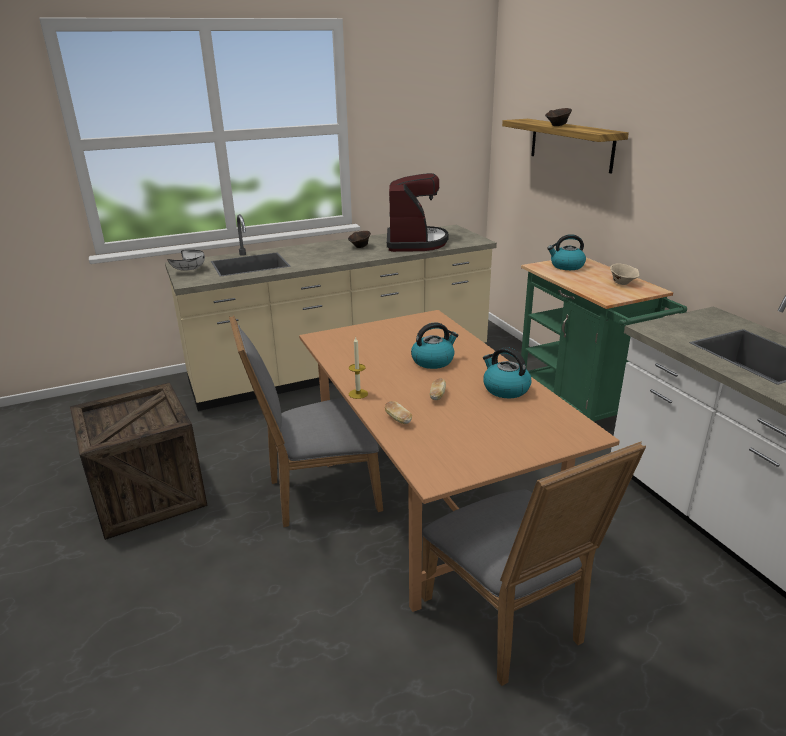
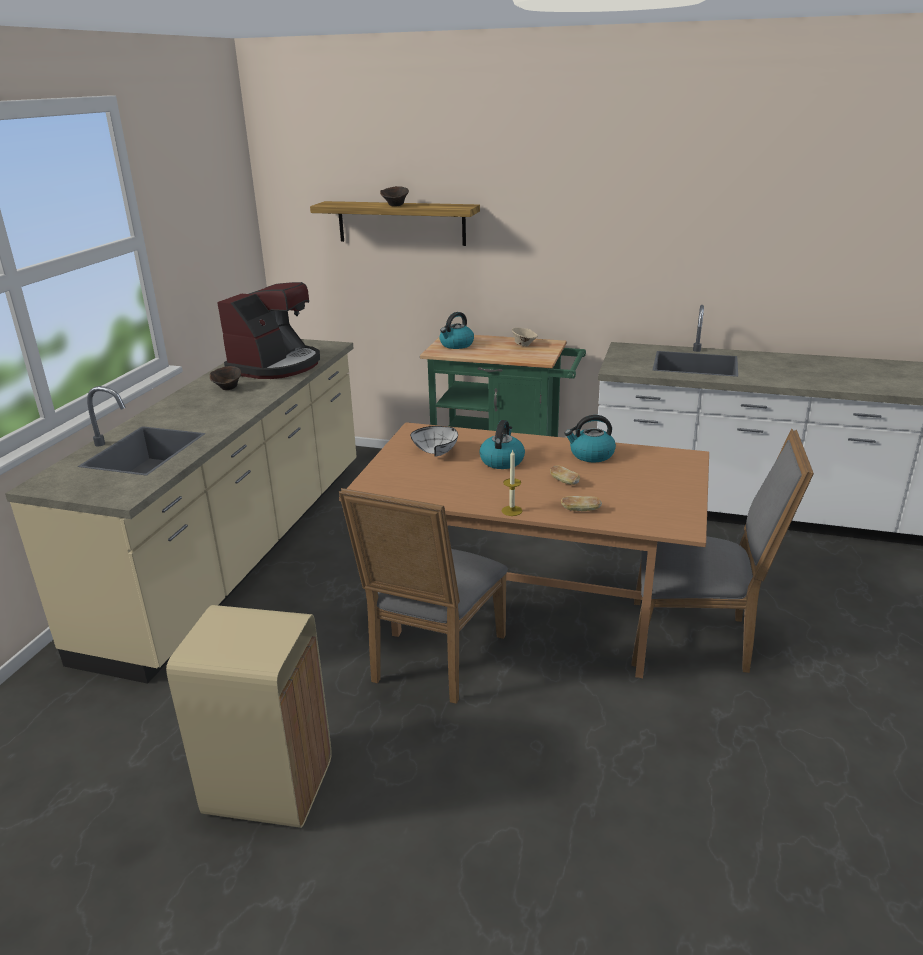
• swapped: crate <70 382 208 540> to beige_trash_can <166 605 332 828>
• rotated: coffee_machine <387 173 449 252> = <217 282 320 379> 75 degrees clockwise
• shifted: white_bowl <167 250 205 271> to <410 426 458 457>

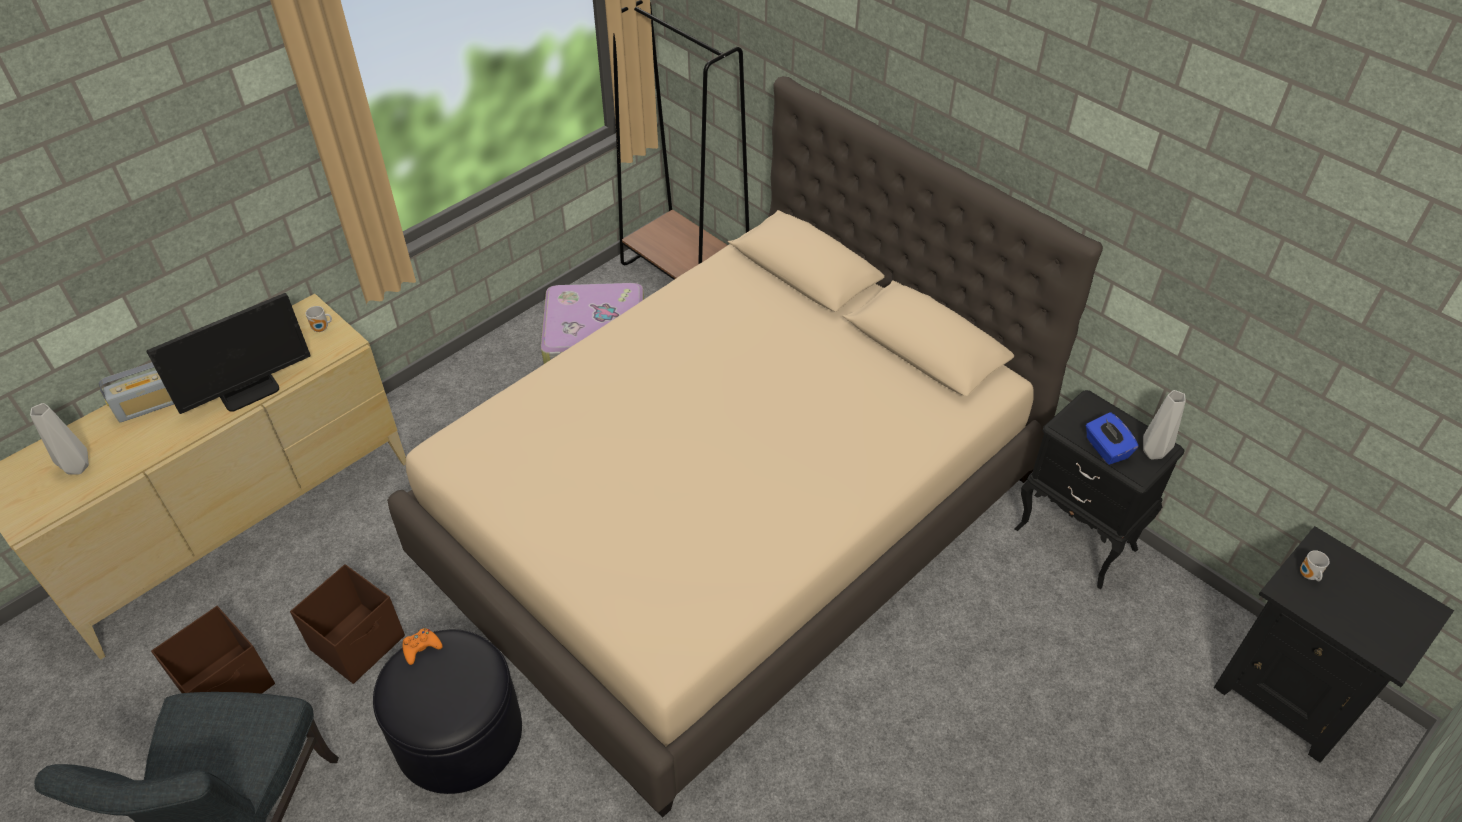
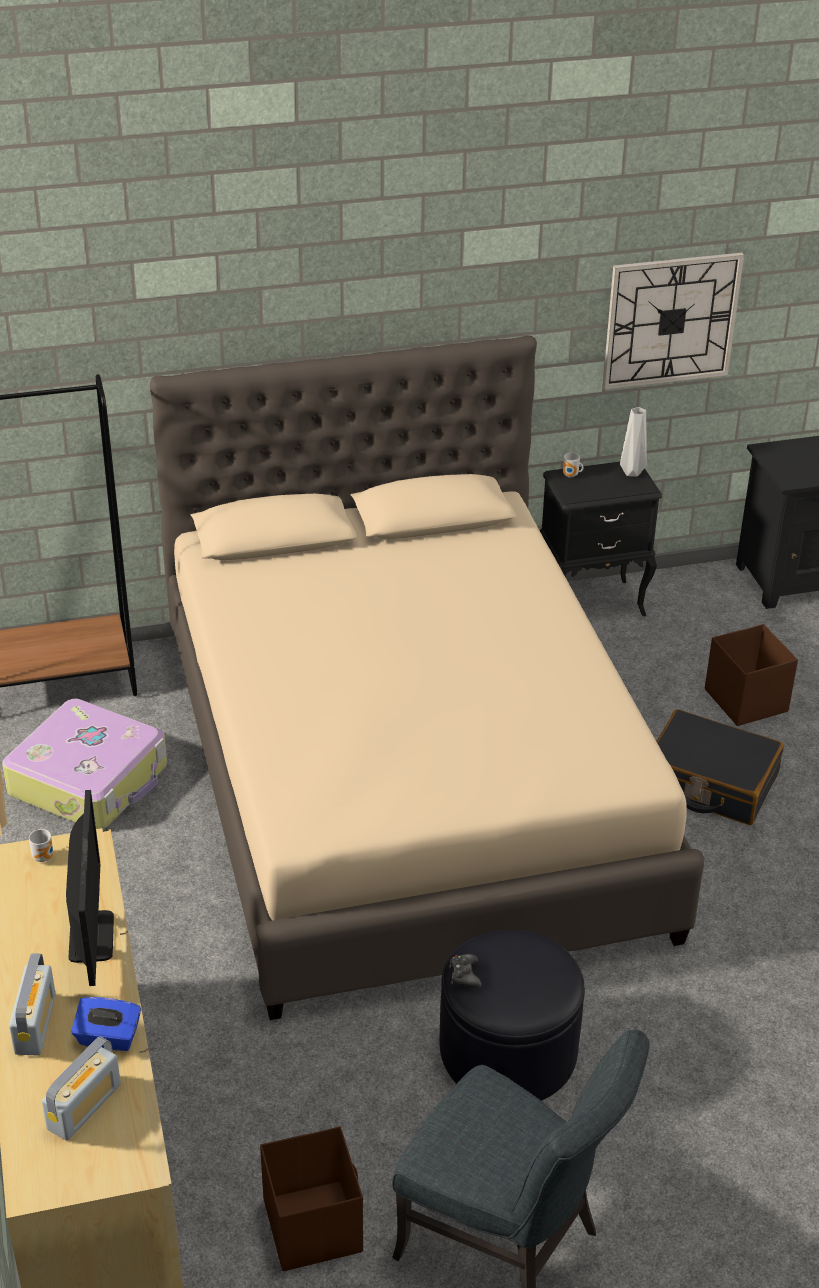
• swapped: grey_vase <30 403 89 475> to radio <42 1036 121 1141>
• shifted: blue_tissue_box <1086 412 1139 465> to <71 997 141 1051>
• repainted: orange_game_controller <402 628 443 665> to black_game_controller <449 954 481 988>
• shifted: mug <1300 550 1330 581> to <563 453 583 478>
• new: wall_clock <603 252 744 390>
• new: black_suitcase <656 709 784 825>
• shifted: brown_storage_box <290 564 405 684> to <705 624 798 726>

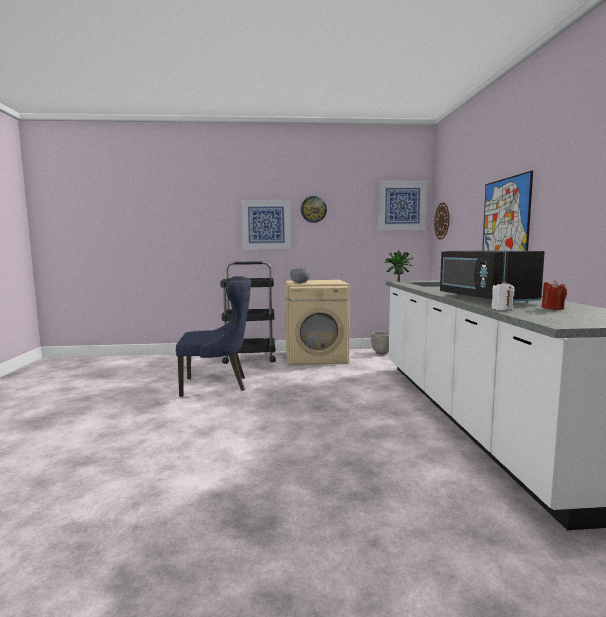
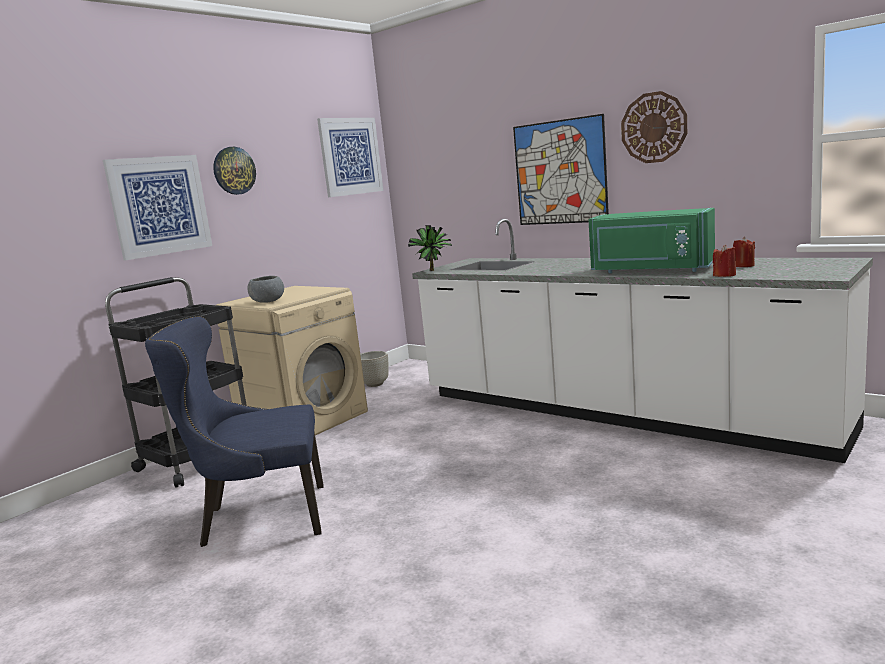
• rotated: blue_chair <176 276 251 397> = <145 316 324 547> 135 degrees counterclockwise
• repainted: black_microwave <440 251 545 303> to green_microwave <588 208 715 273>
• shifted: wall_clock <434 202 450 240> to <621 91 687 163>
• repainted: white_candle <491 281 515 310> to red_candle <713 245 736 277>

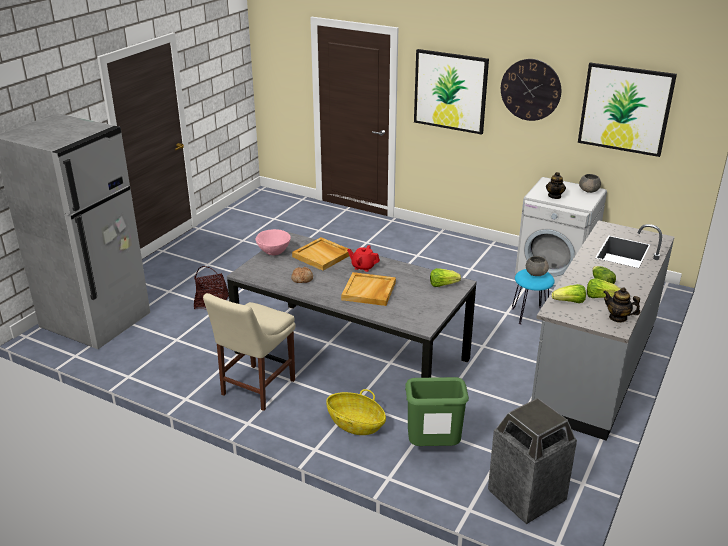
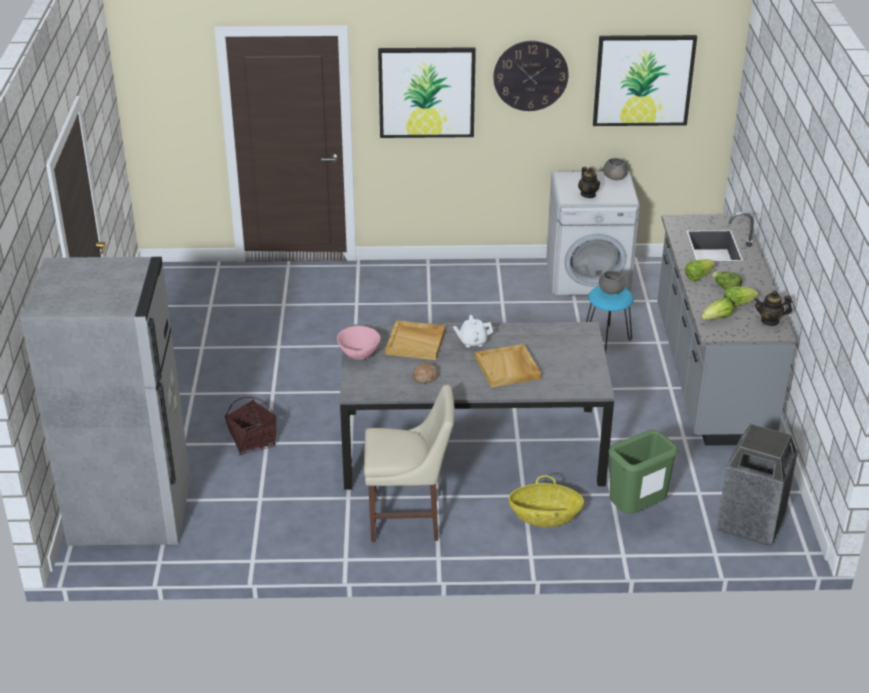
• rotated: beige_chair <203 293 296 411> = <364 385 455 542> 90 degrees counterclockwise
• repainted: red_teapot <347 245 380 272> to white_teapot <453 315 493 347>
• shifted: lettuce <430 268 461 287> to <685 259 716 281>

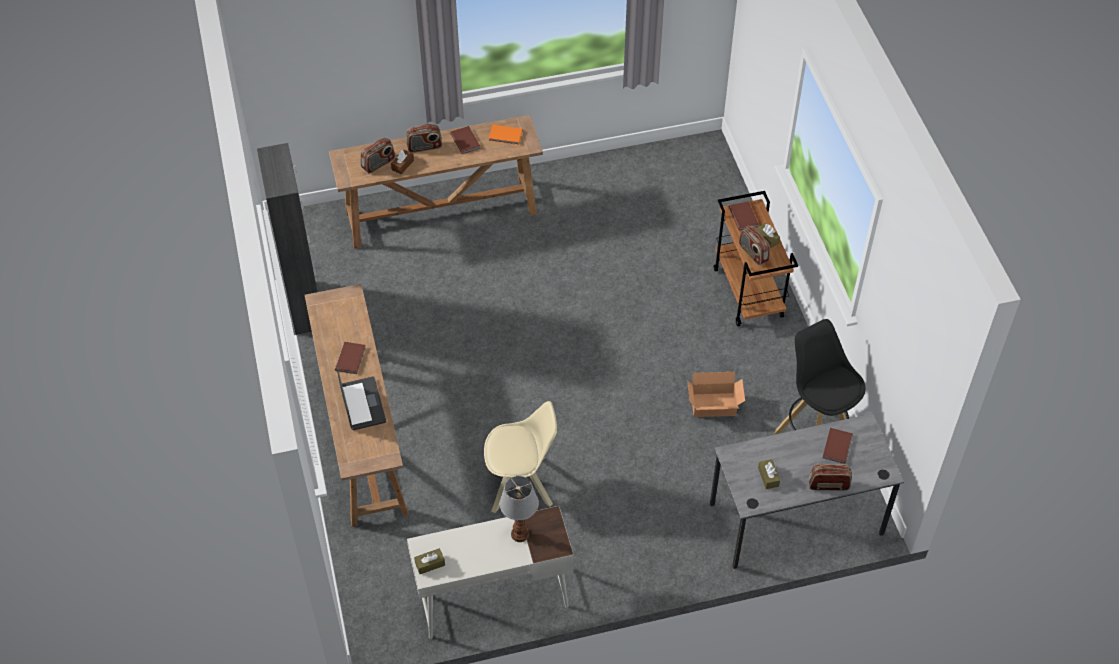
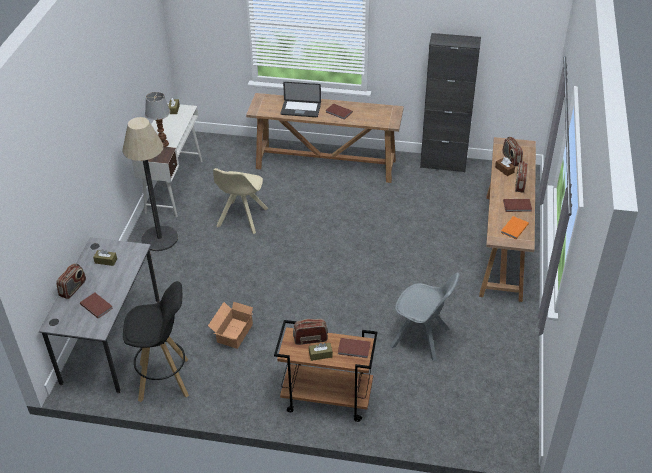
• new: floor_lamp <122 117 178 251>
• new: grey_chair <390 272 460 361>

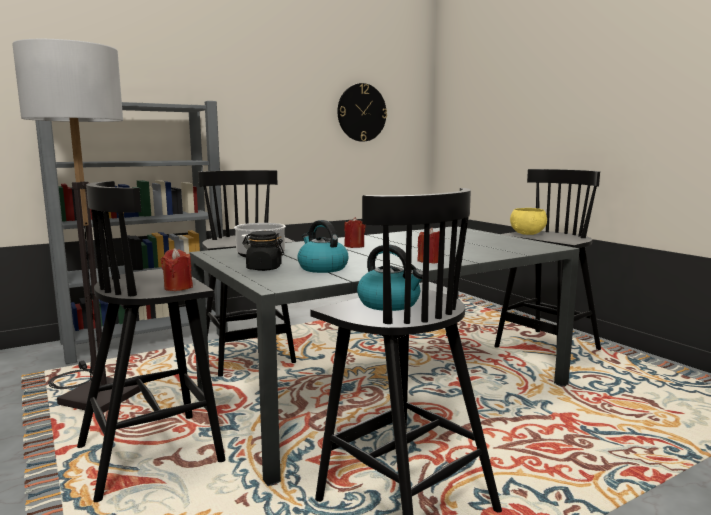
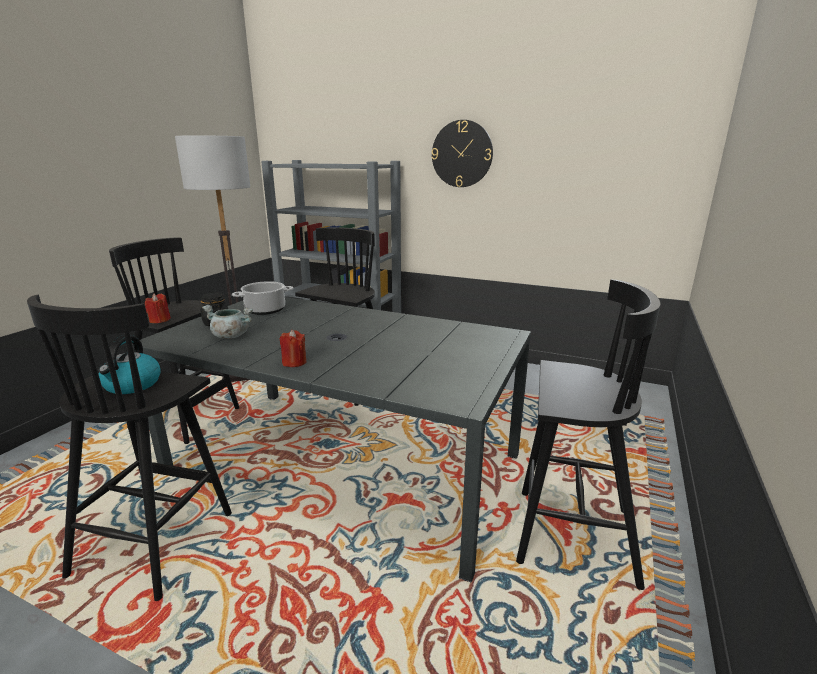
• swapped: kettle <297 220 349 273> to grey_cooking_pot <202 305 253 339>
• shifted: wall_clock <337 83 387 142> to <432 120 493 187>
• gone: red_candle <344 217 365 248>
• gone: yellow_bowl <510 208 547 235>

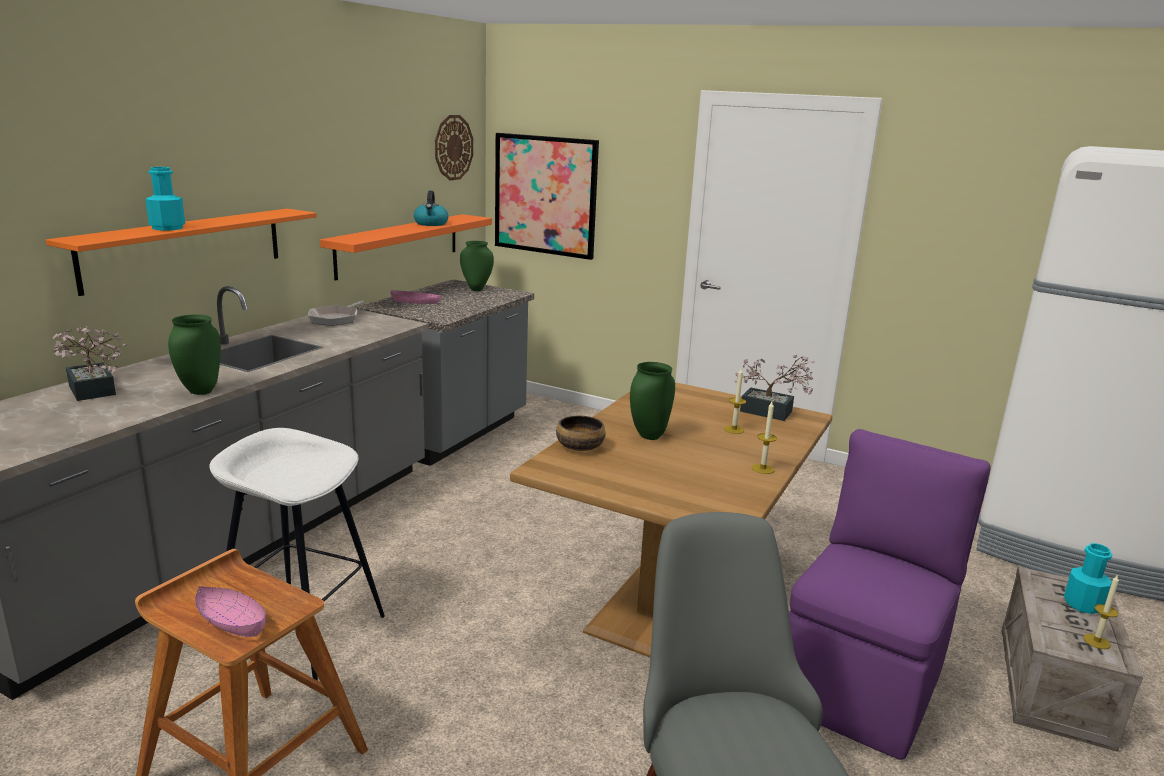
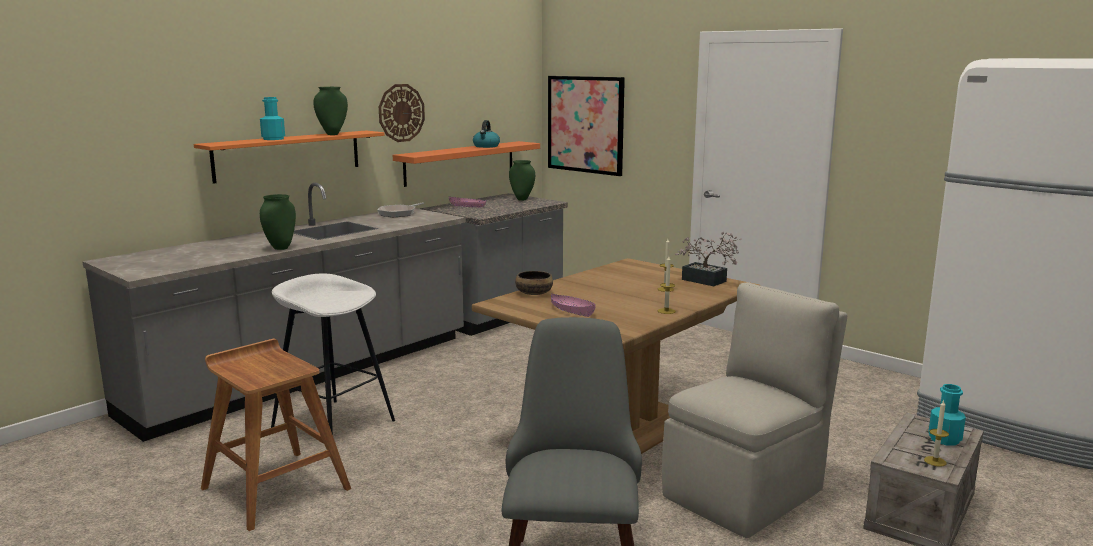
• shifted: green_vase <630 362 675 440> to <313 87 348 135>
• shifted: wall_clock <435 115 473 181> to <379 84 425 142>
• shifted: pink_bowl <195 586 266 637> to <551 294 596 317>
• repainted: purple_chair <789 429 991 760> to beige_chair <662 282 847 538>
• gone: potted_plant <53 326 126 401>

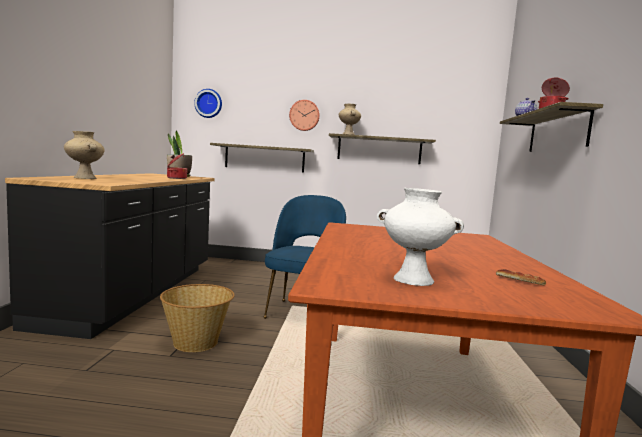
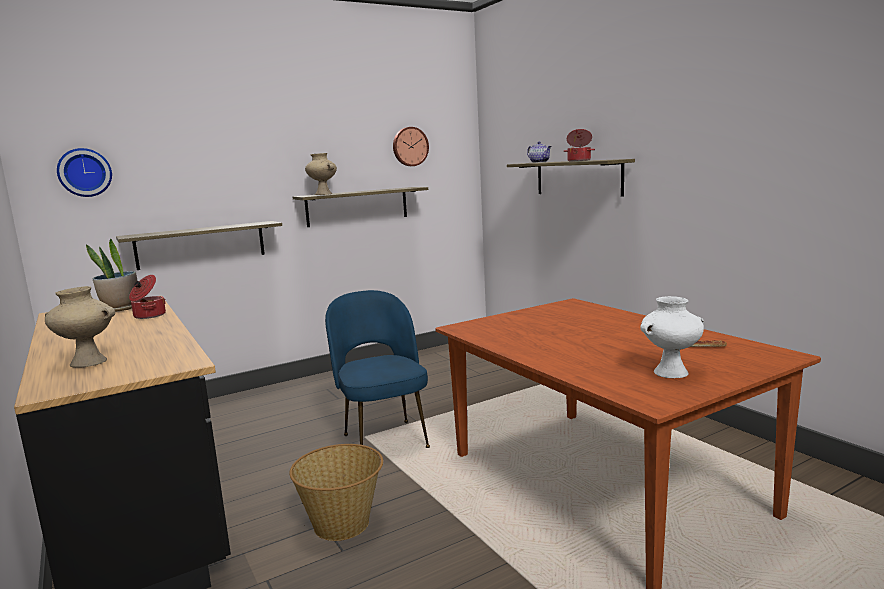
• shifted: wall_clock <289 100 320 131> to <393 127 429 166>

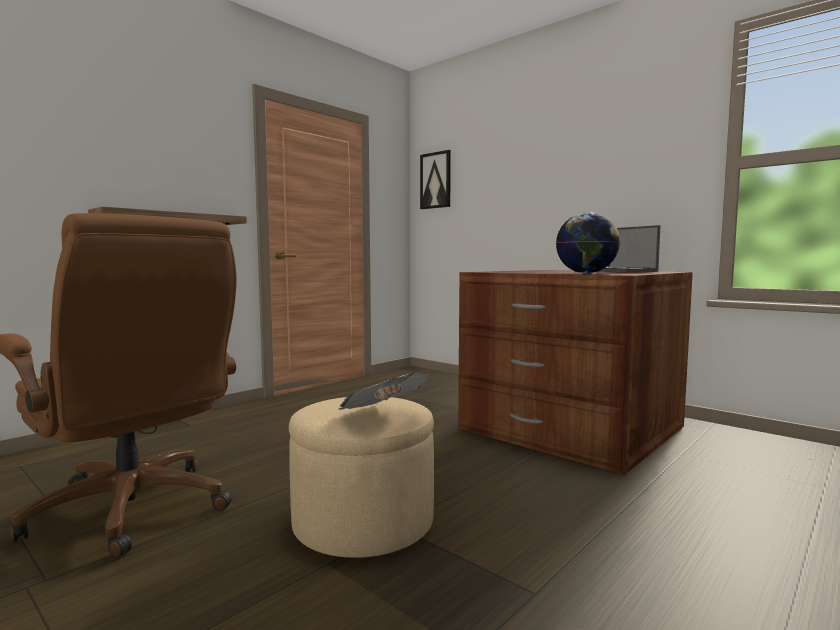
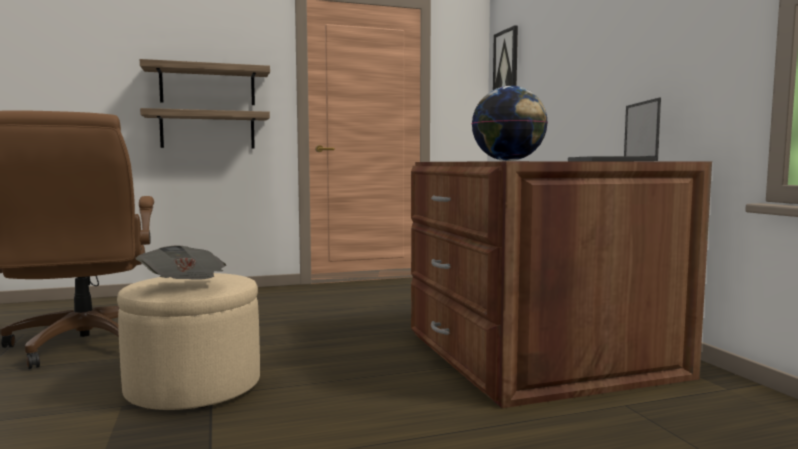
• new: shelf <140 59 270 105>

